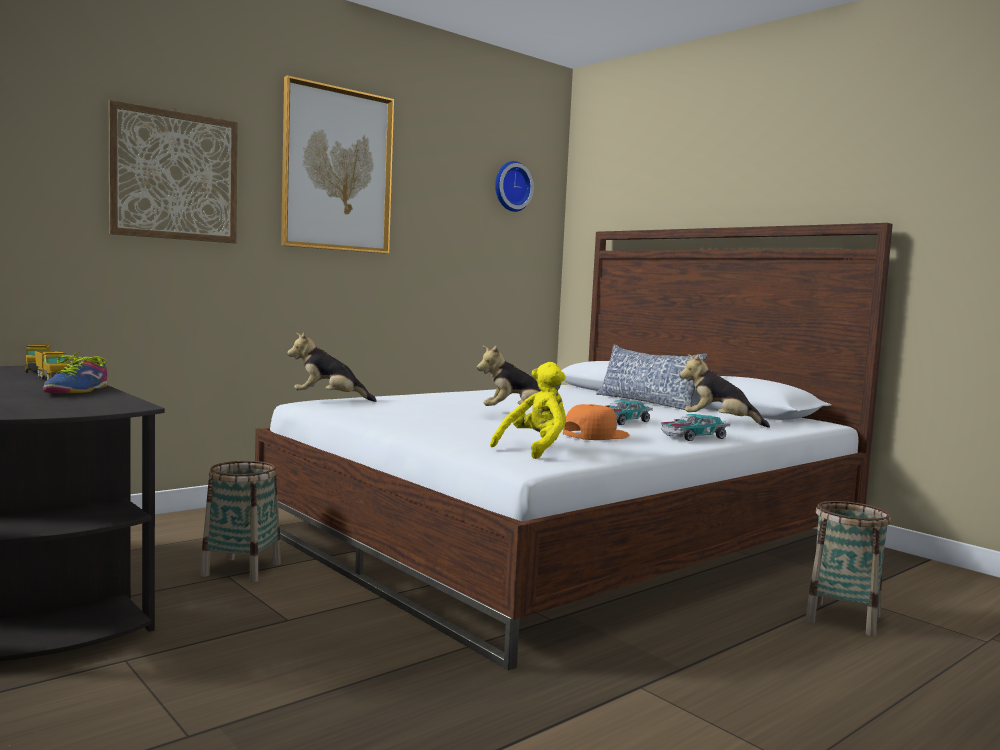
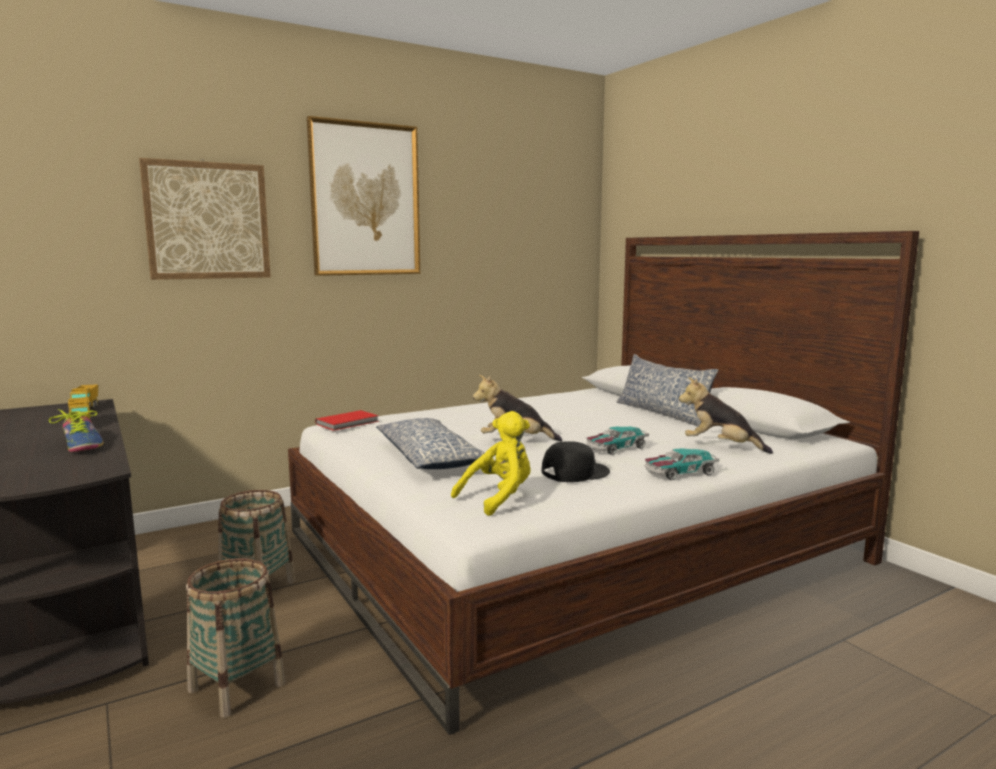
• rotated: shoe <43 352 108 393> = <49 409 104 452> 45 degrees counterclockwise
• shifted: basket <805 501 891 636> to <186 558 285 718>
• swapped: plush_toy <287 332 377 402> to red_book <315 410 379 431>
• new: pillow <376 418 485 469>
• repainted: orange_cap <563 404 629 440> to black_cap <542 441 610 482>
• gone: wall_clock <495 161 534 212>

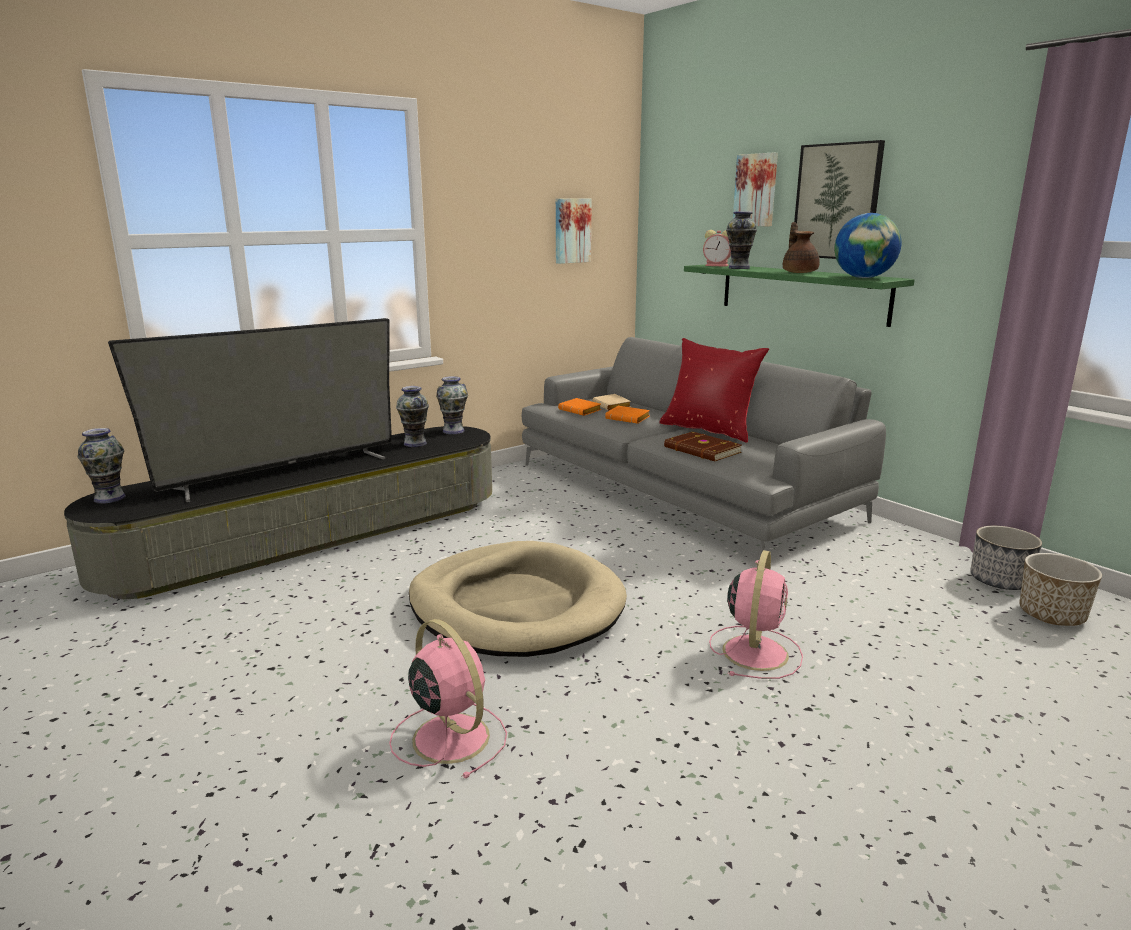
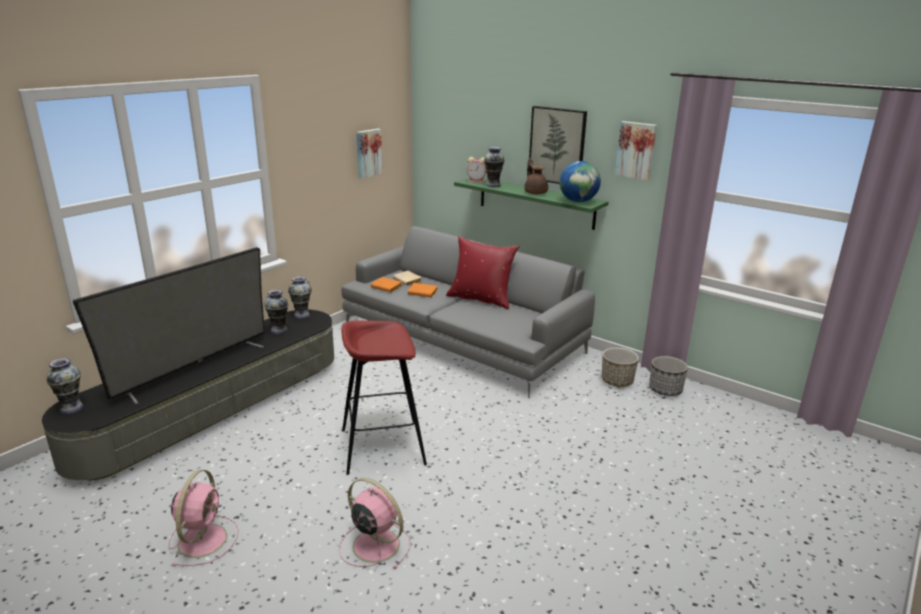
• shifted: pink_fan <709 550 803 679> to <169 470 239 566>
• swapped: beige_dog_bed <409 541 627 657> to red_stool <341 320 427 475>
• shifted: planter <1019 553 1102 626> to <602 348 639 387>
• shifted: picture <733 152 778 227> to <615 121 657 180>
• gone: brown_book <664 432 742 461>

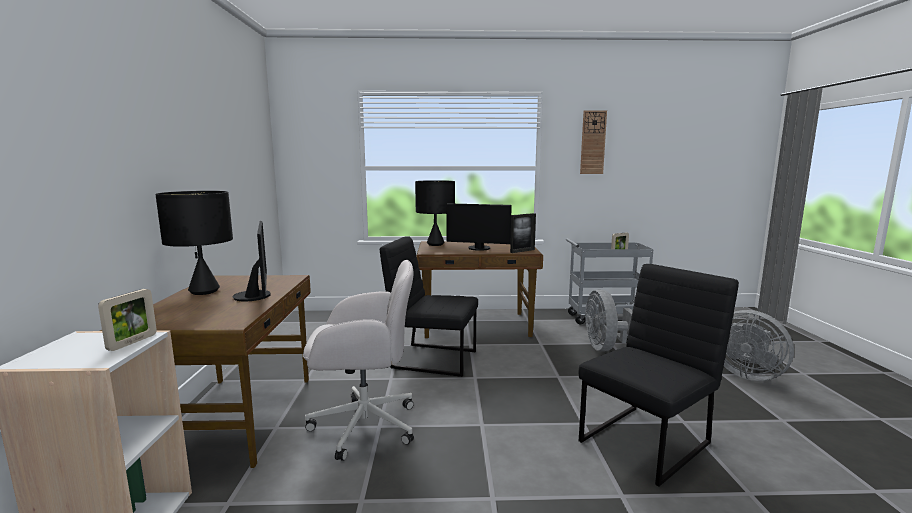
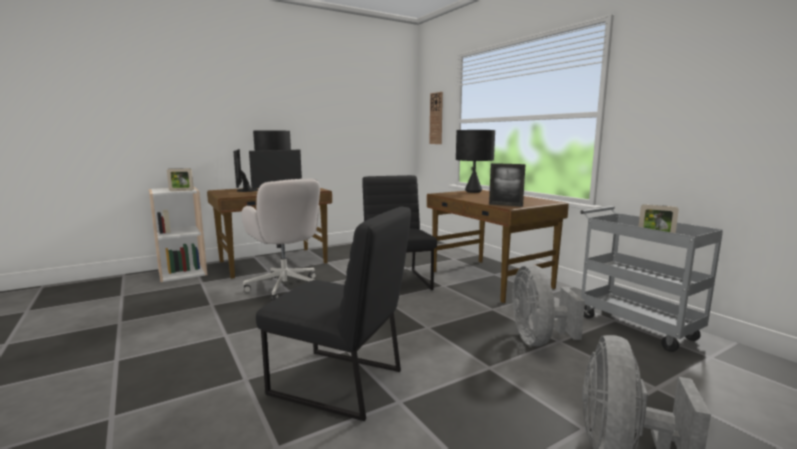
• shifted: monitor <446 203 512 251> to <233 149 258 192>
• shifted: wall_clock <580 110 607 174> to <429 92 443 144>
• rotated: grey_fan <585 290 633 352> = <511 265 585 346> 60 degrees counterclockwise

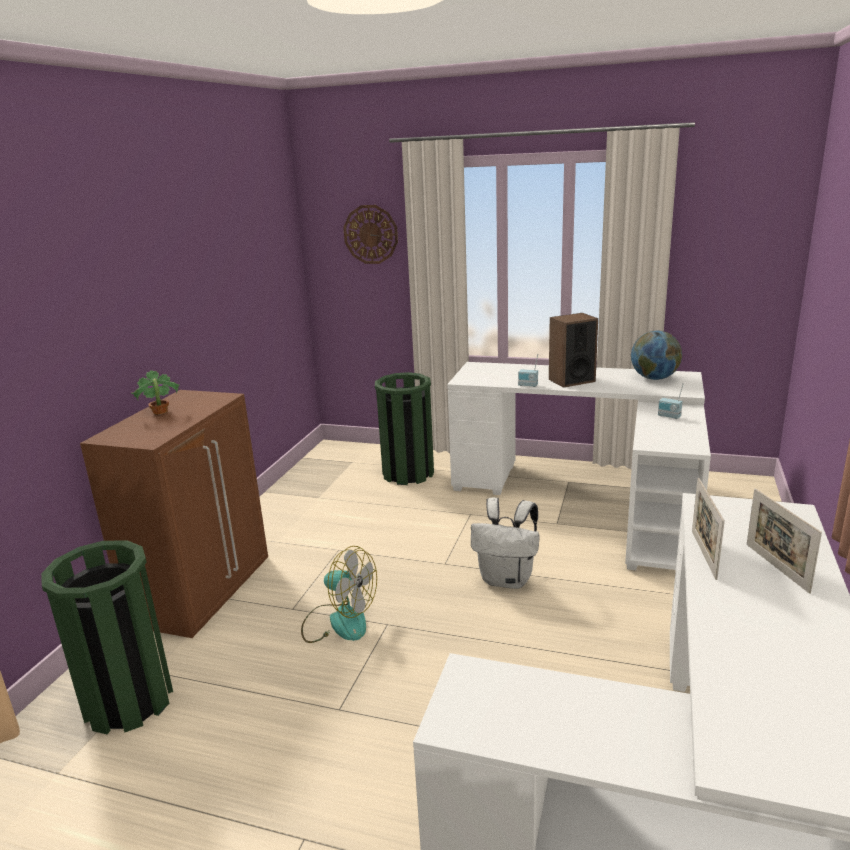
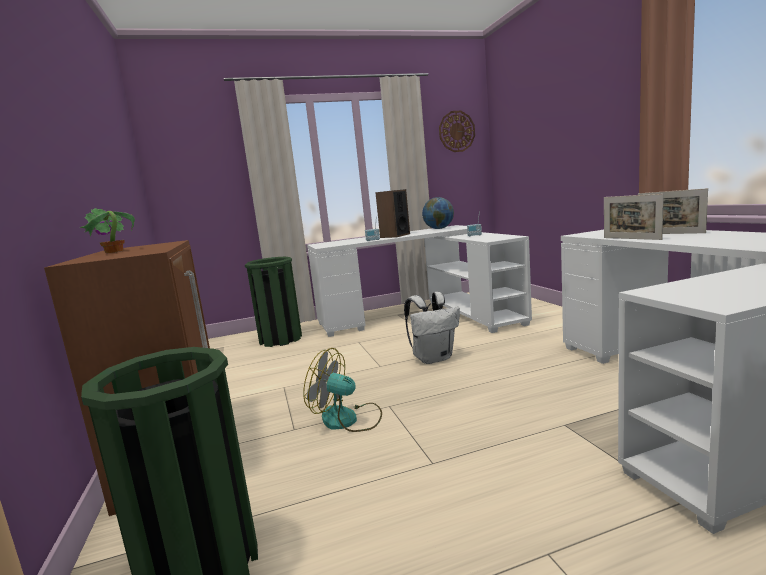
• rotated: fan <301 546 377 643> = <303 348 382 432> 150 degrees counterclockwise
• shifted: wall_clock <343 205 398 264> to <439 111 475 152>

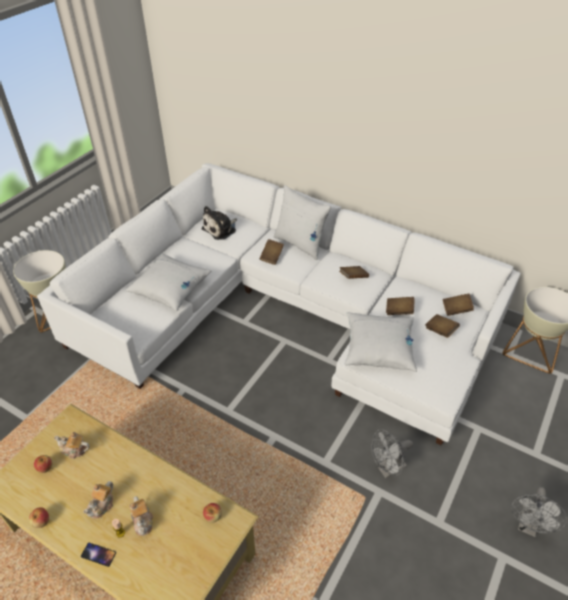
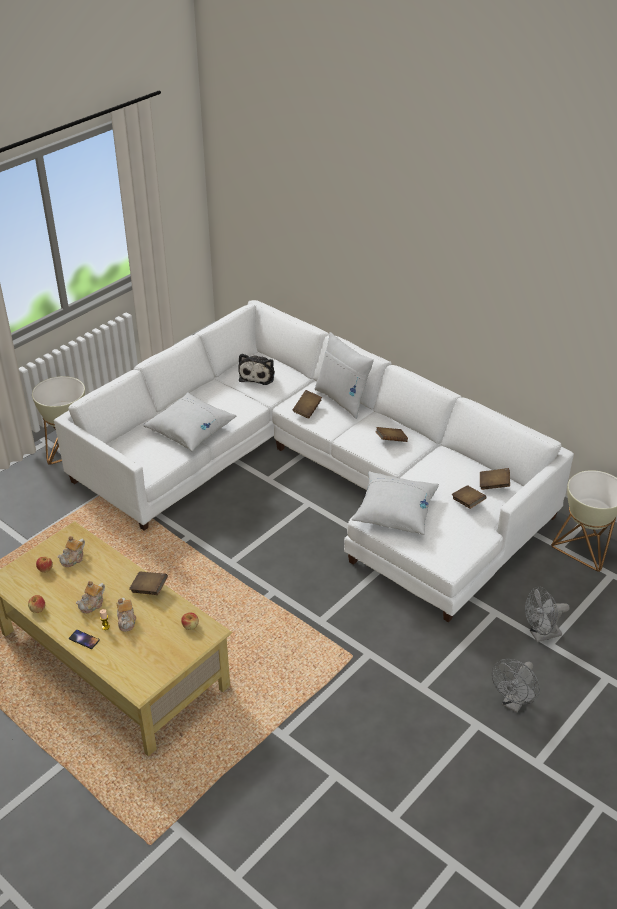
• rotated: teapot <54 432 90 459> = <57 536 85 567> 75 degrees counterclockwise
• shifted: brown_book <386 297 415 315> to <129 572 168 595>
• rotated: plush_toy <202 206 237 240> = <238 354 275 385> 45 degrees counterclockwise
• shifted: grey_fan <371 429 413 478> to <525 586 570 642>

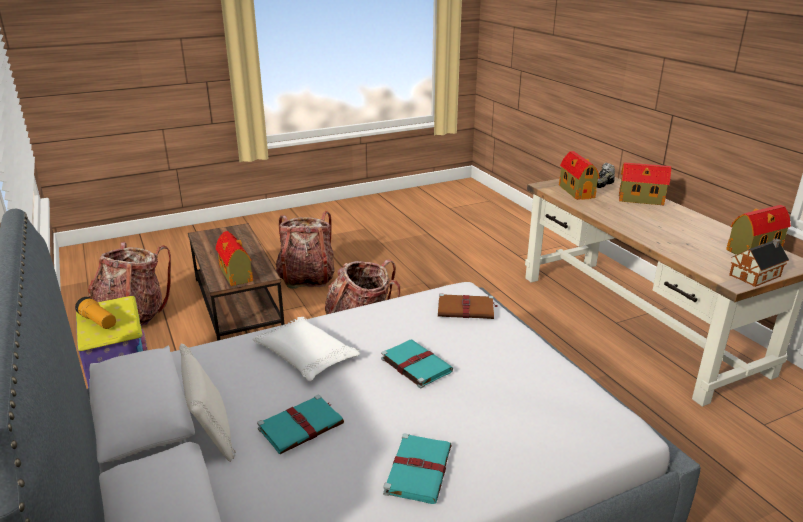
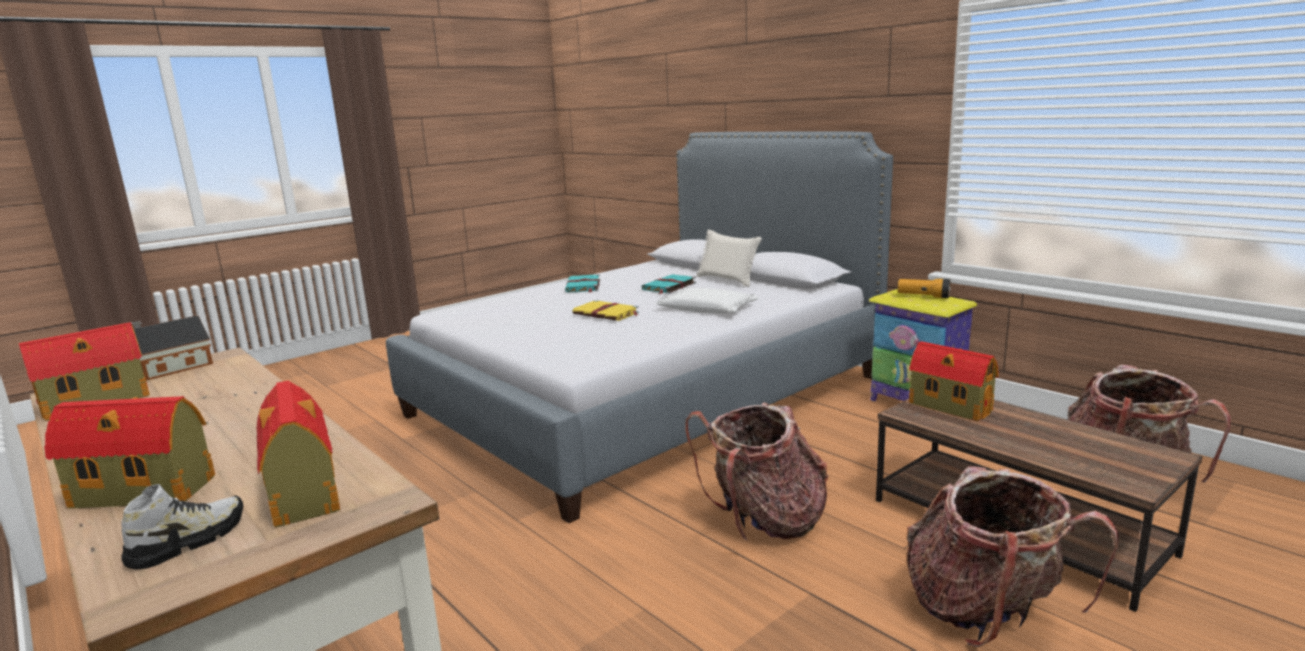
• repainted: turquoise_book <381 340 453 388> to yellow_book <572 300 639 321>
• gone: brown_book <438 294 498 319>

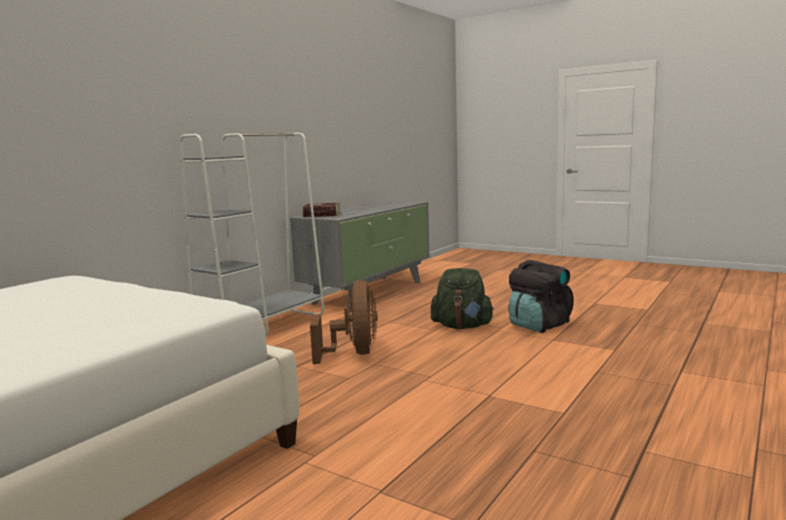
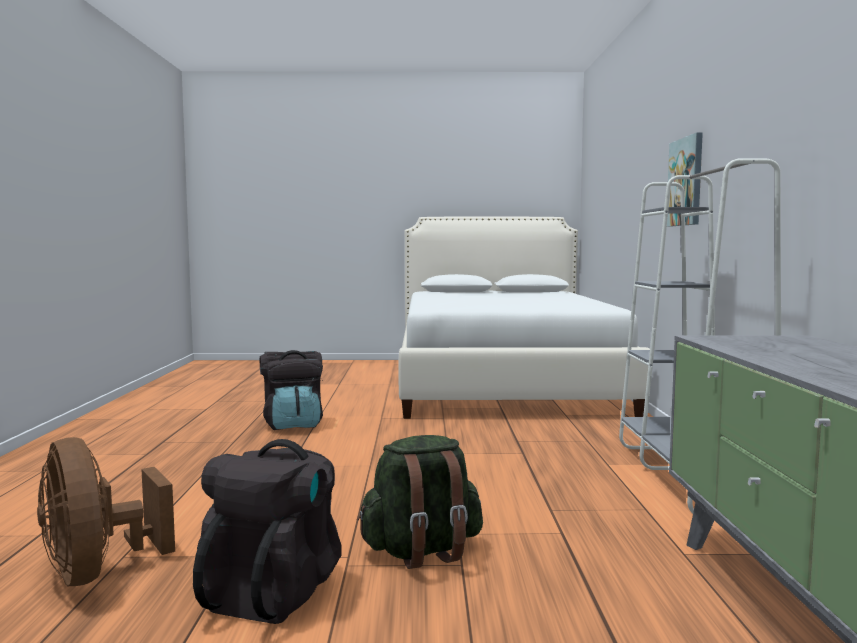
• shifted: brown_fan <310 280 378 364> to <37 437 175 586>
• new: black_backpack <260 350 323 430>
• new: picture <667 132 703 226>
• gone: book <302 203 341 217>

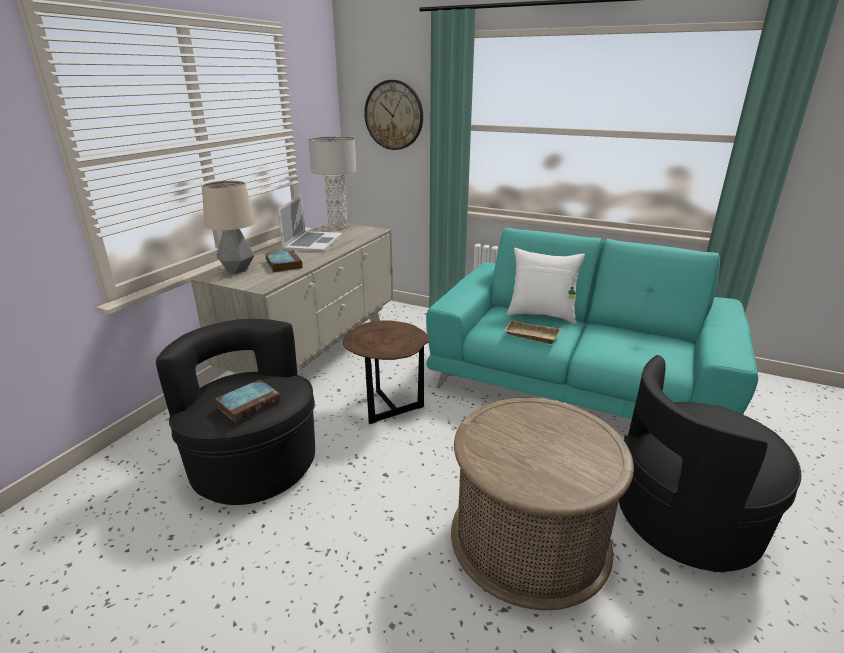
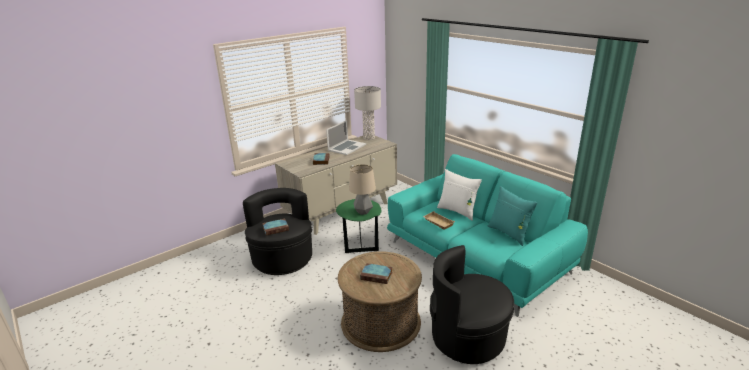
• repainted: brown_side_table <343 320 430 424> to green_side_table <336 199 382 253>
• shifted: table_lamp <202 181 255 273> to <349 164 376 215>
• new: book <360 263 392 284>
• new: turquoise_pillow <488 186 537 246>
• gone: wall_clock <364 80 423 150>

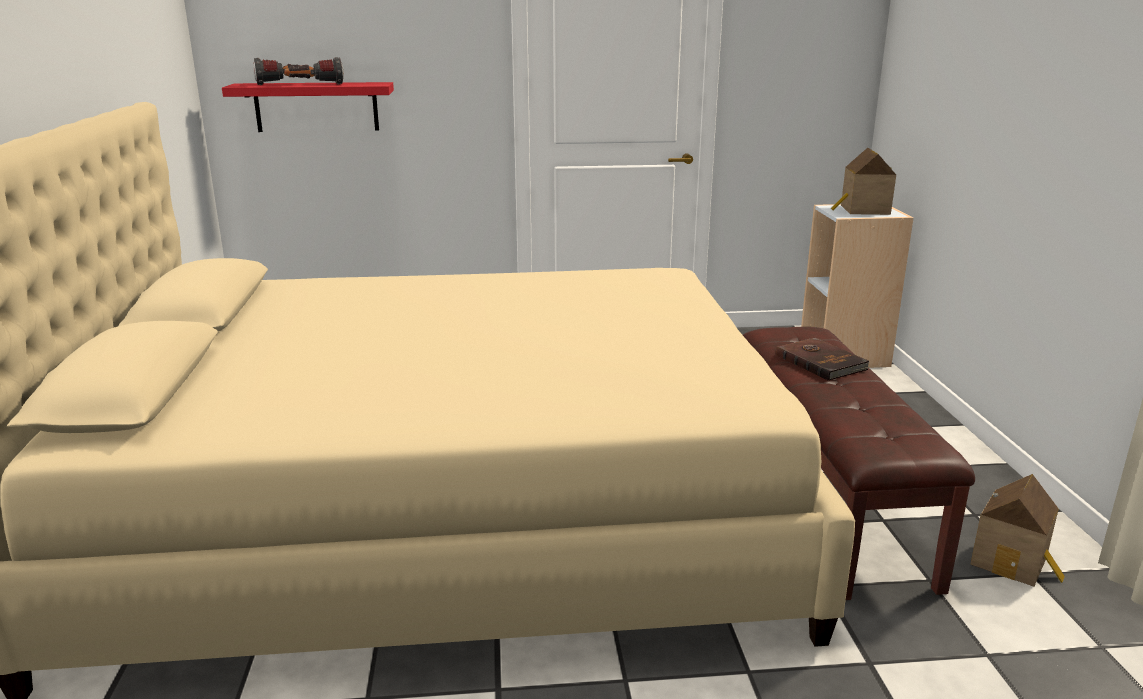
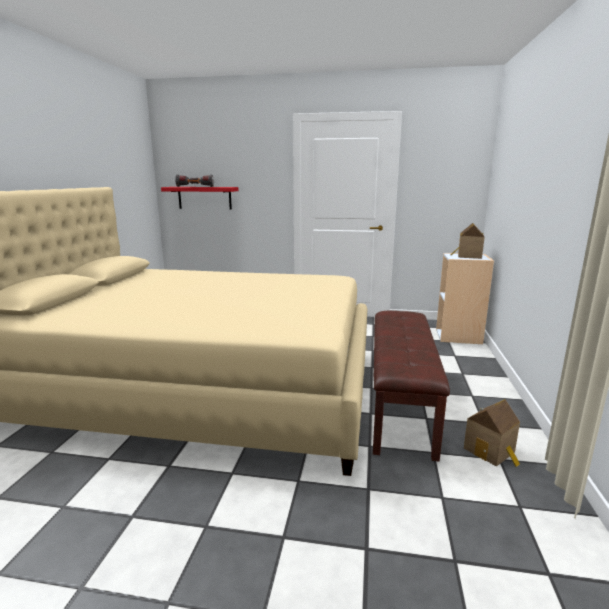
• gone: brown_book <776 338 870 381>

